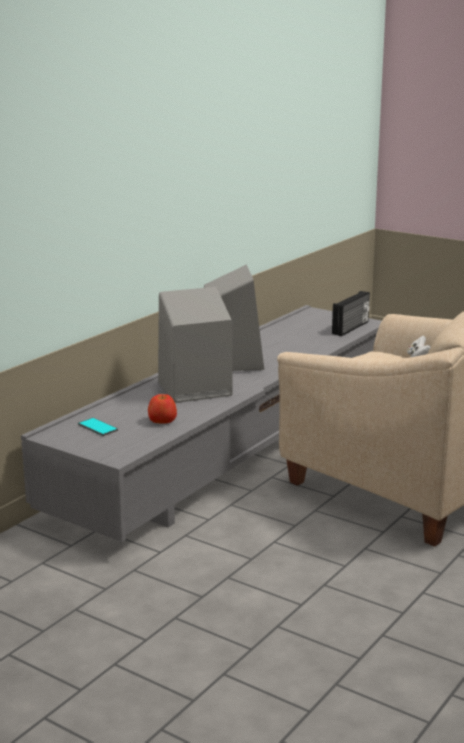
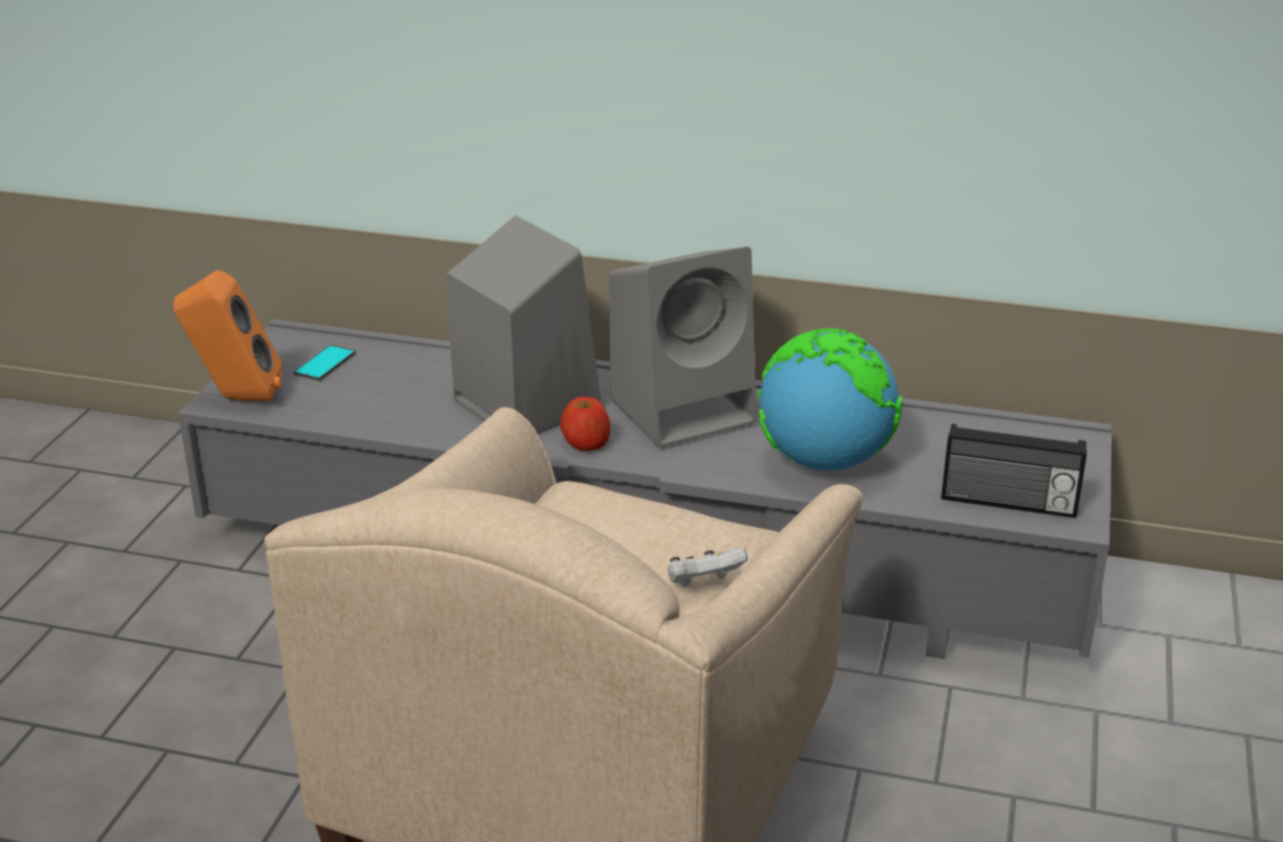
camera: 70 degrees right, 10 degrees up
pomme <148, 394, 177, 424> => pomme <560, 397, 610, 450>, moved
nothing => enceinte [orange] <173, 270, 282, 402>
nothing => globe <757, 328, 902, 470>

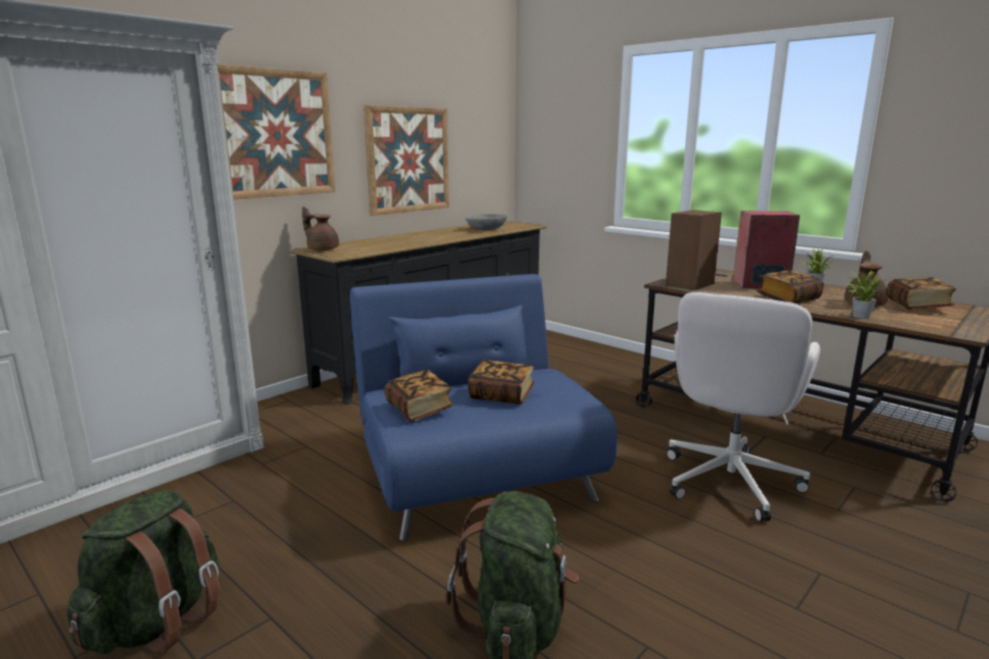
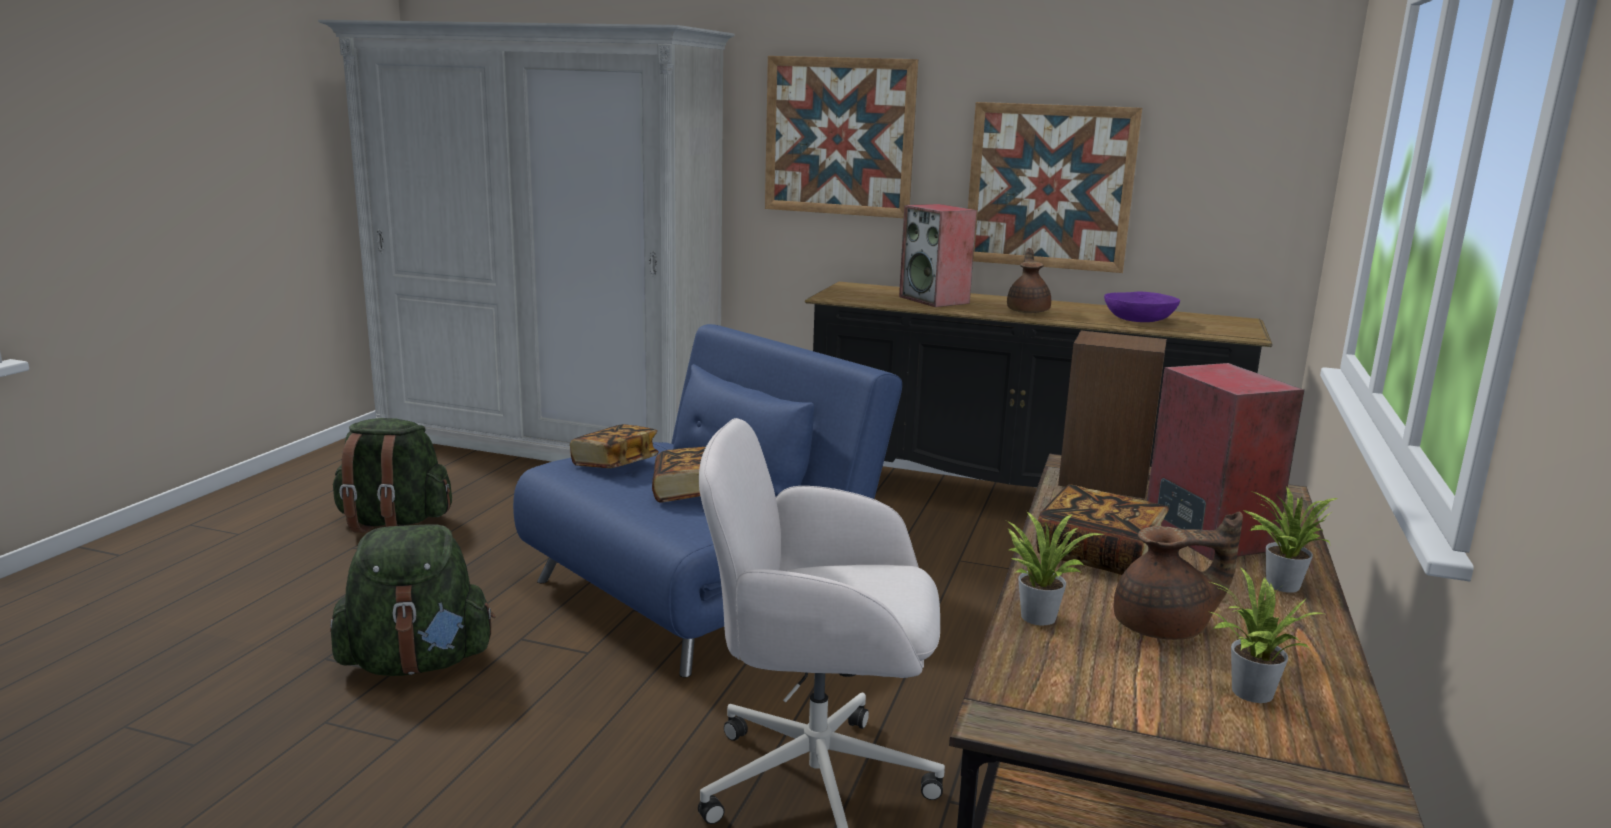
camera: 65 degrees right, 0 degrees up
théière [marron] <302, 206, 339, 251> => théière [marron] <1007, 248, 1051, 313>, moved
bol [gris] <466, 214, 507, 230> => bol [violet] <1104, 291, 1180, 322>
livre <887, 277, 956, 310> => plante en pot <1210, 567, 1324, 703>
nothing => enceinte <899, 204, 977, 307>

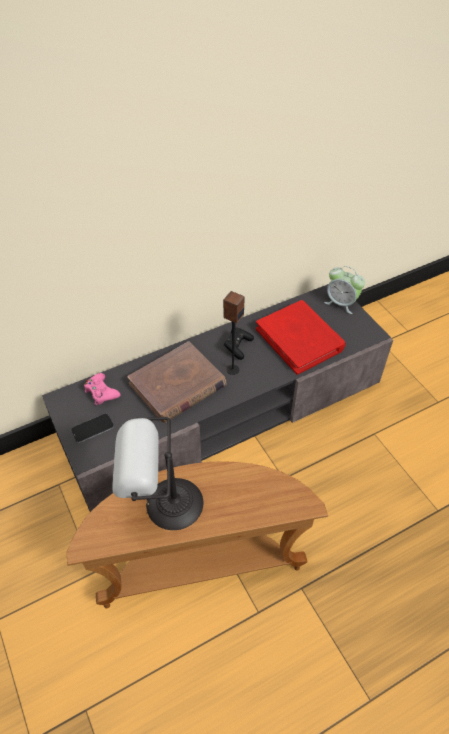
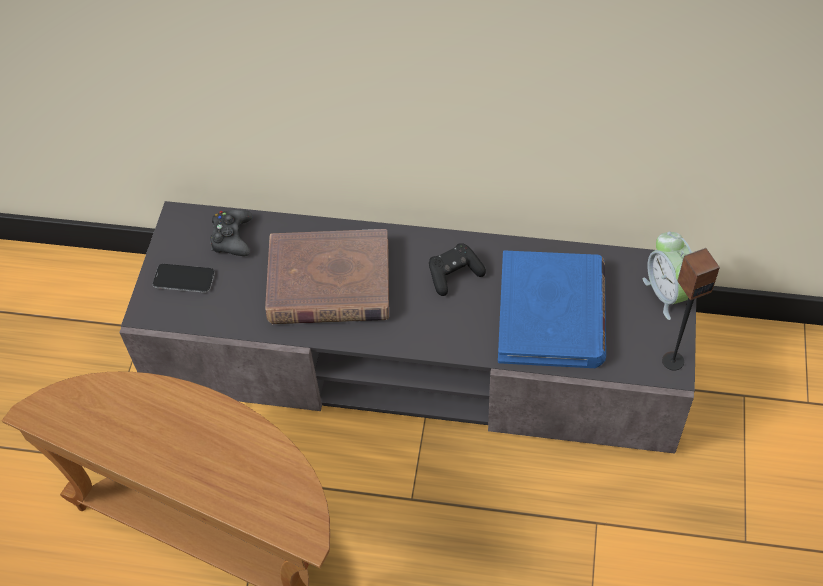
camera: 40 degrees right, 5 degrees up
enceinte <223, 291, 245, 375> => enceinte <662, 248, 720, 370>, moved
livre [rouge] <256, 300, 346, 375> => livre [bleu] <498, 251, 606, 368>
manette [rose] <84, 373, 121, 405> => manette [noir] <210, 210, 252, 256>
lampe de table <112, 417, 203, 530> => nothing

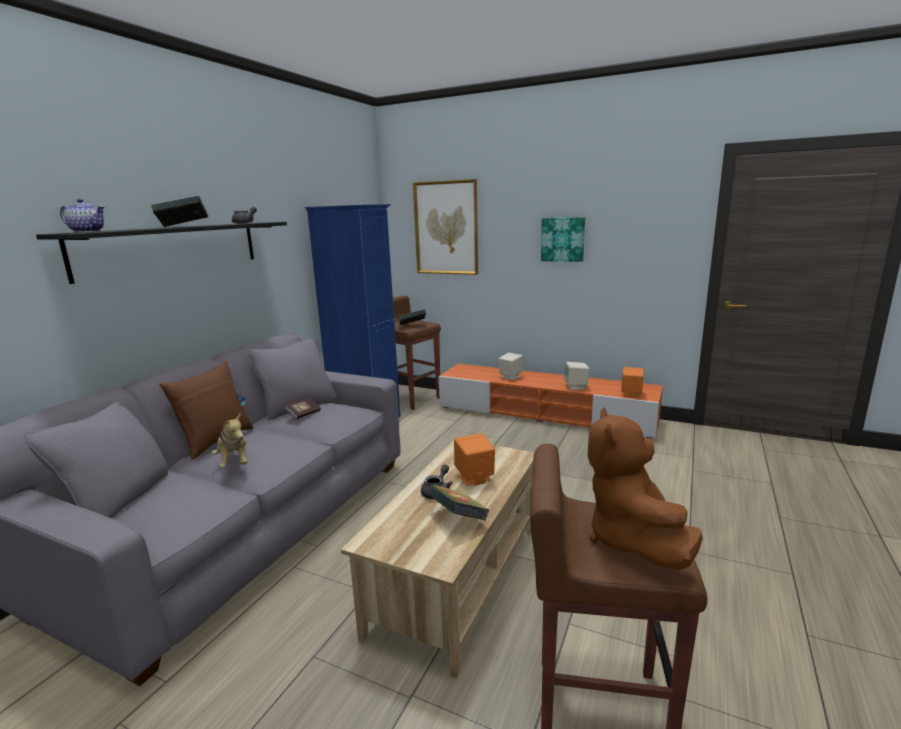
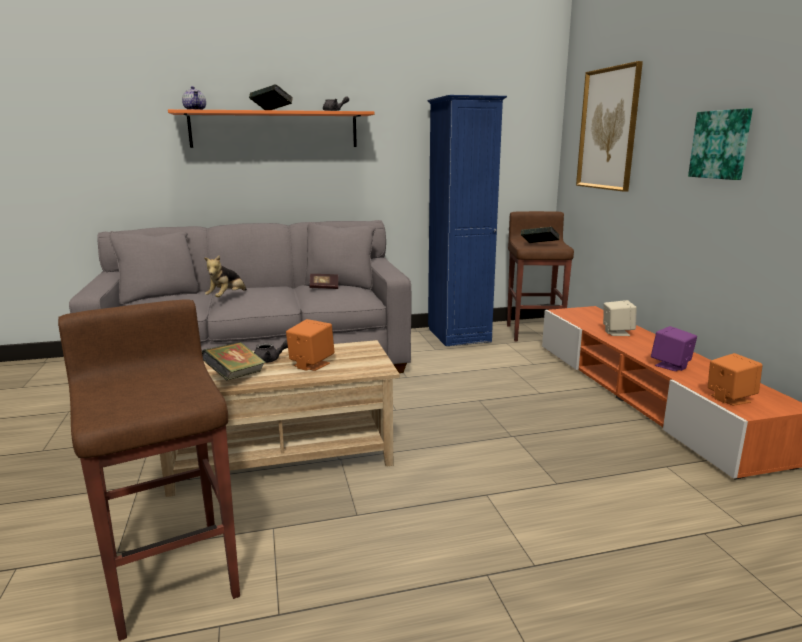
camera: 50 degrees right, 0 degrees up
étagère [noir] <36, 222, 287, 284> => étagère [orange] <168, 109, 375, 148>
coussin [marron] <160, 361, 254, 460> => nothing
enceinte [beige] <564, 362, 590, 390> => enceinte [violet] <651, 326, 697, 371>
peluche [marron] <587, 407, 703, 570> => nothing

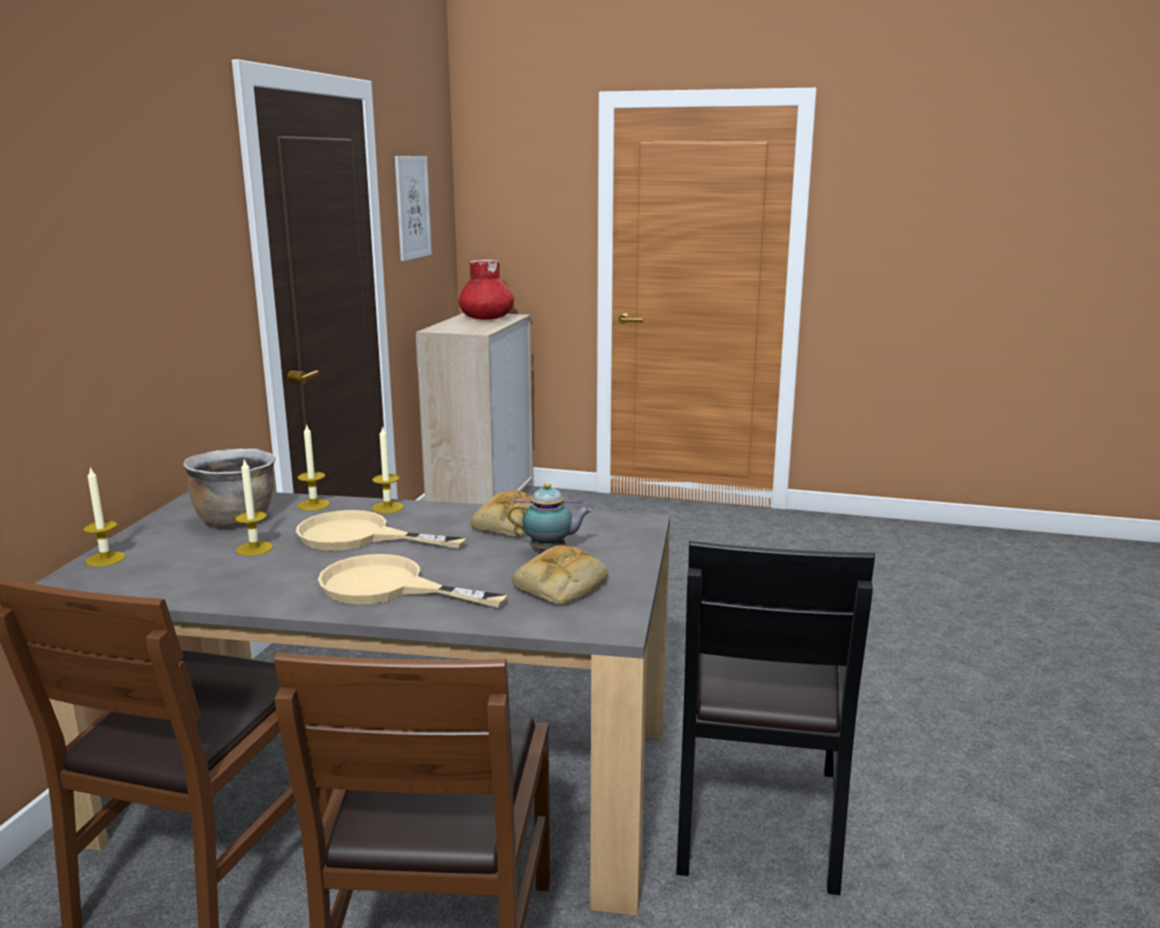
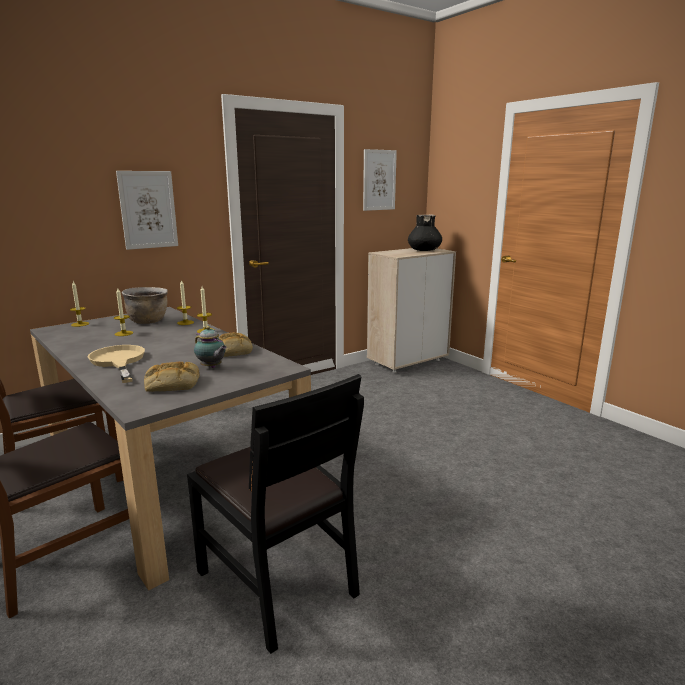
camera: 40 degrees right, 0 degrees up
vase [rouge] <458, 260, 514, 320> => vase [noir] <408, 215, 442, 251>
poêle [beige] <296, 510, 466, 551> => nothing
chaise [noir] <676, 540, 875, 895> => chaise [noir] <187, 374, 364, 654>, 90 degrees counterclockwise
nothing => tableau <116, 171, 178, 250>

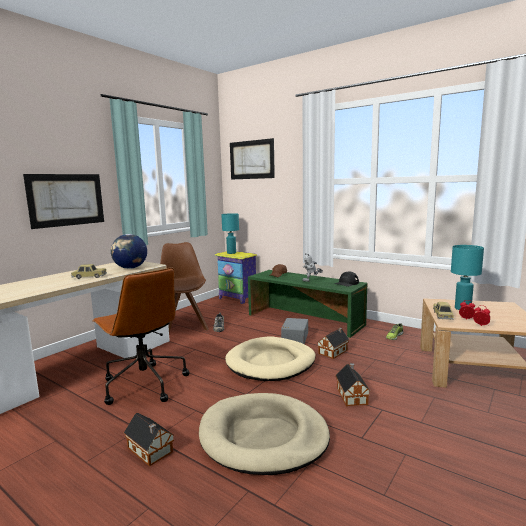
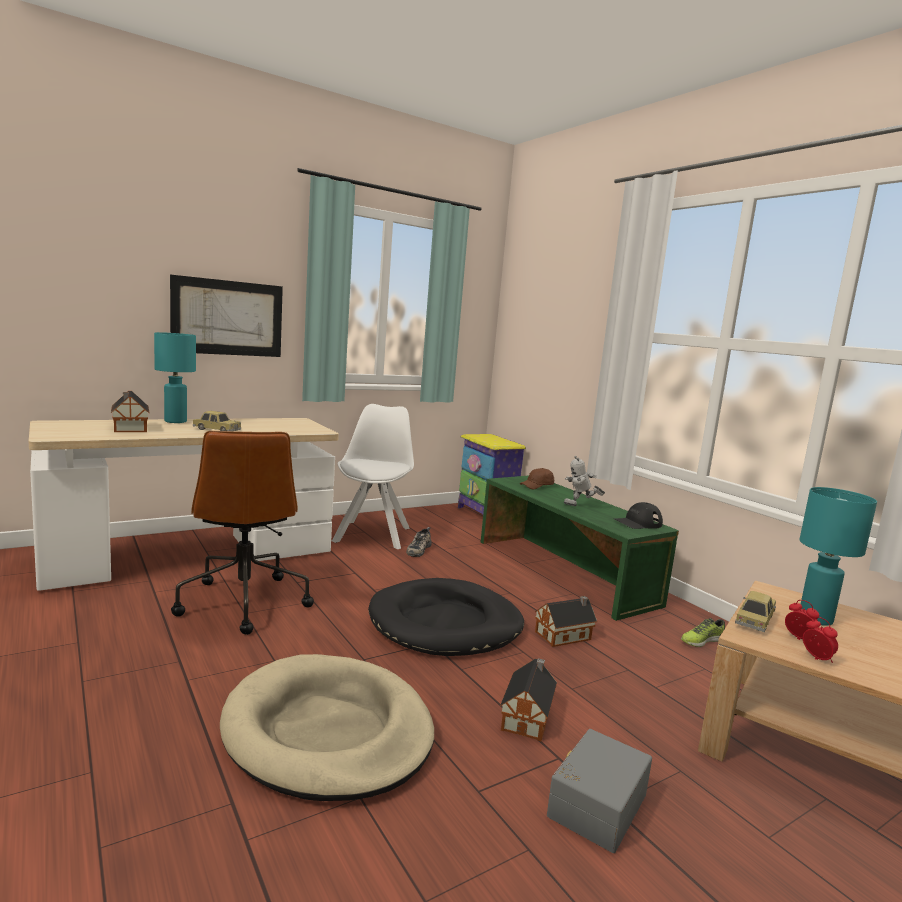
camera: 20 degrees right, 0 degrees up
tableau <230, 138, 275, 180> => nothing
lampe de table [turquoise] <221, 213, 239, 254> => lampe de table [turquoise] <154, 332, 196, 423>, moved
globe <111, 234, 147, 269> => nothing
chaise [marron] <160, 242, 209, 333> => chaise [blanc] <332, 404, 414, 549>
boîte de rangement [gris] <281, 318, 308, 344> => boîte de rangement [gris] <547, 729, 652, 853>, moved
panier pour chien [beige] <225, 336, 316, 381> => panier pour chien [noir] <368, 578, 524, 656>
maison miniature <124, 413, 175, 466> => maison miniature <111, 391, 150, 432>, moved

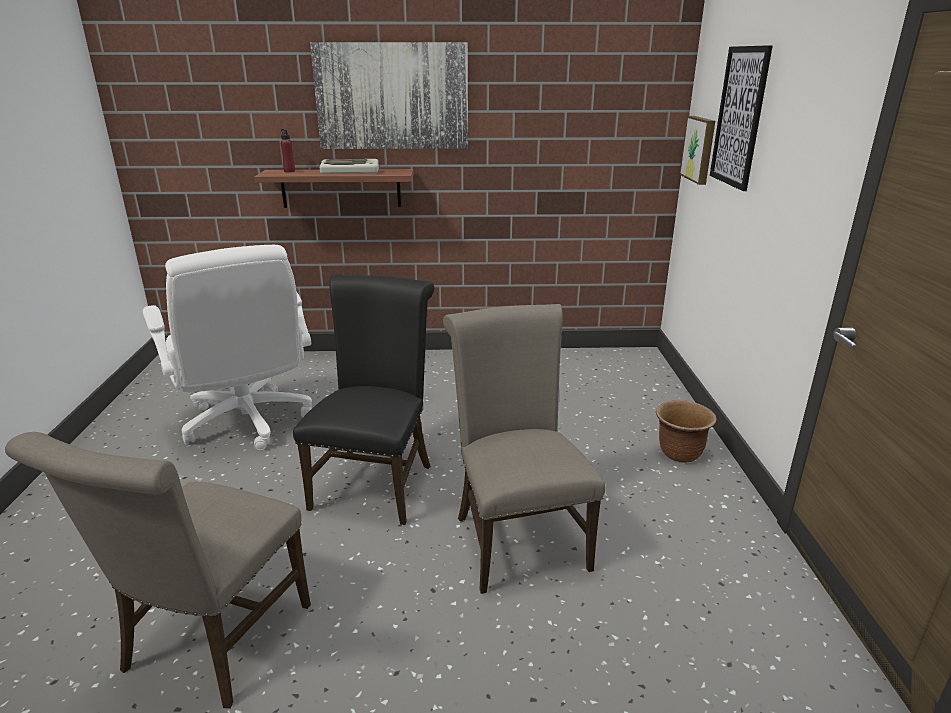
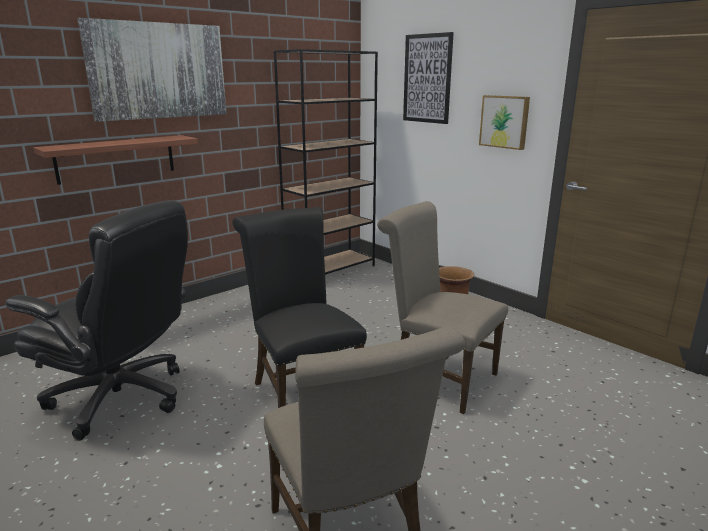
camera: 40 degrees left, 5 degrees down
tableau <679, 116, 715, 185> => tableau <479, 95, 530, 150>, moved
bouteille [rouge] <280, 129, 295, 173> => nothing
clavier <320, 159, 379, 174> => nothing
chaise de bureau [blanc] <143, 245, 312, 451> => chaise de bureau [noir] <5, 200, 188, 441>
nothing => bibliothèque [beige] <274, 49, 378, 275>

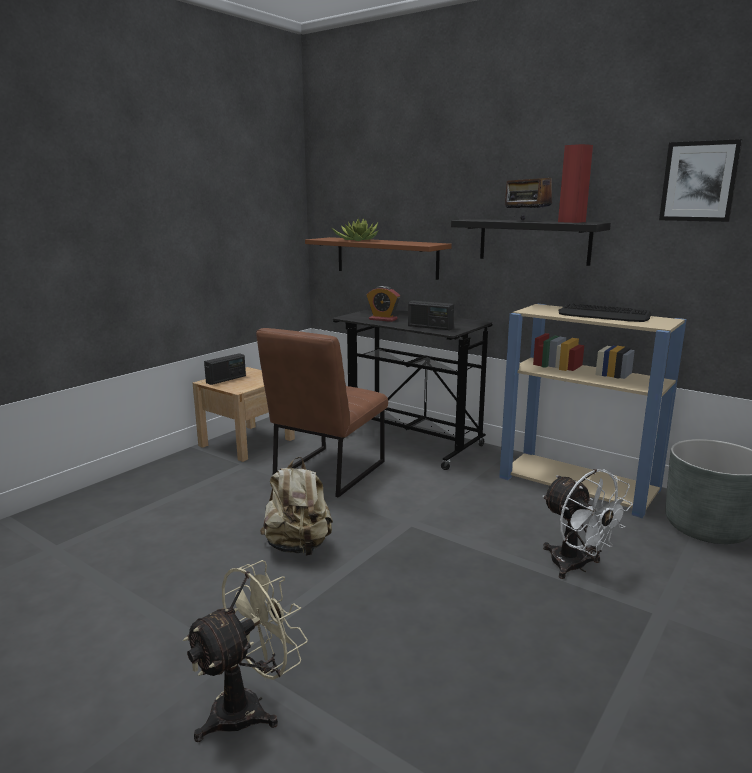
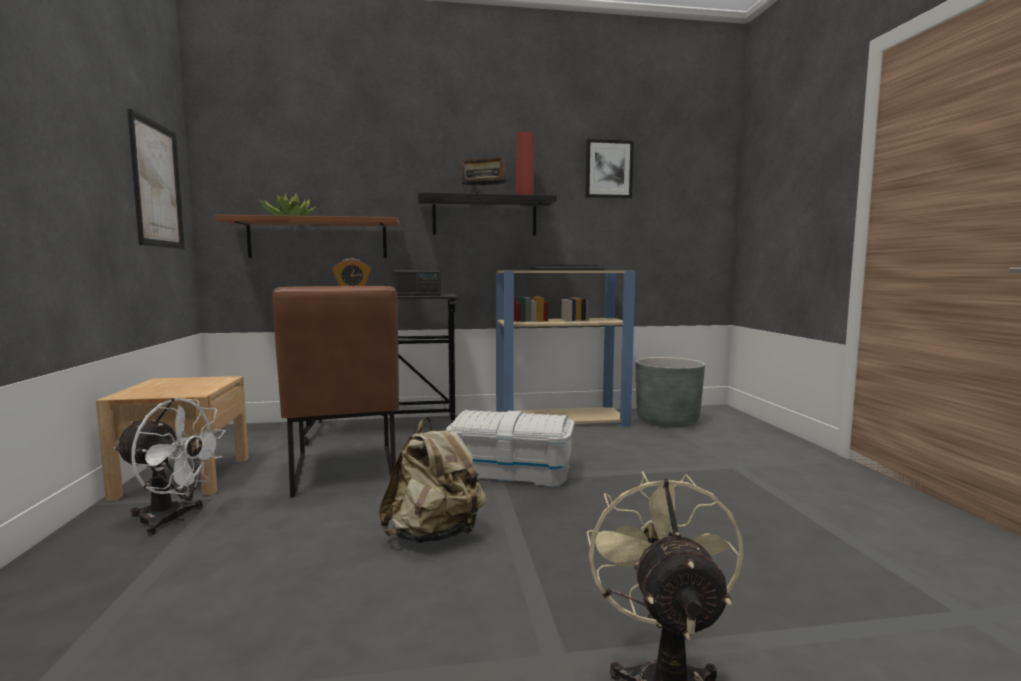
camera: 45 degrees left, 10 degrees down
radio <204, 353, 246, 385> => nothing
ventilateur [blanc] <542, 469, 633, 579> => ventilateur [blanc] <114, 398, 226, 536>, moved
nothing => tableau <127, 108, 185, 249>
nothing => boîte de rangement [blanc] <446, 410, 575, 487>

